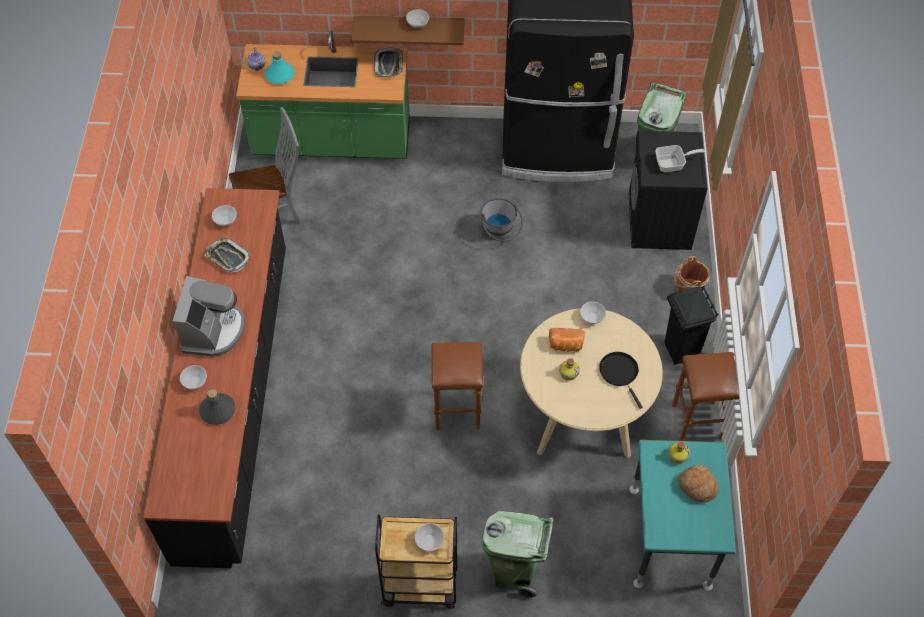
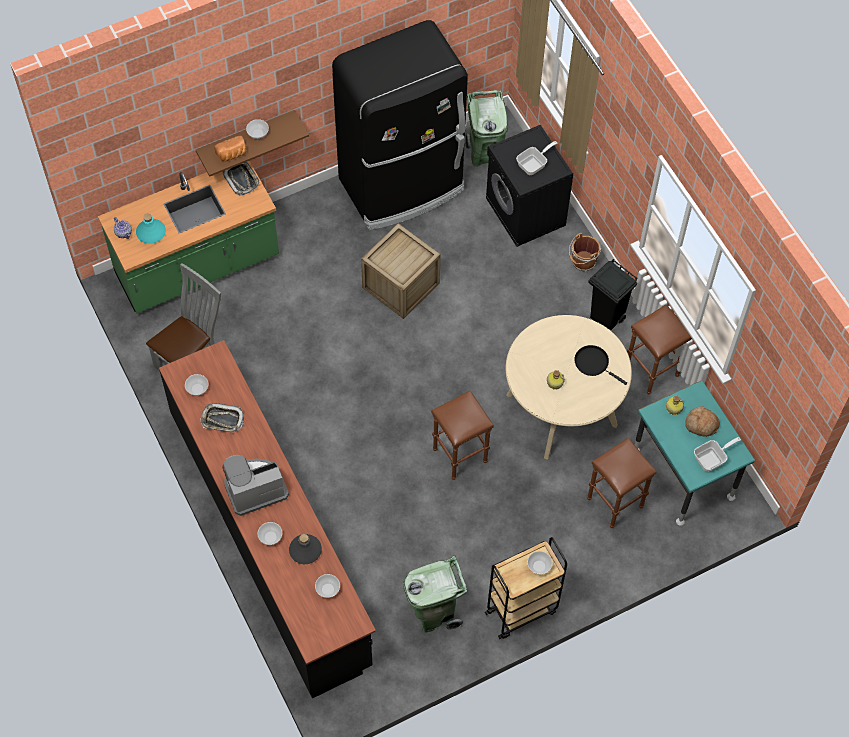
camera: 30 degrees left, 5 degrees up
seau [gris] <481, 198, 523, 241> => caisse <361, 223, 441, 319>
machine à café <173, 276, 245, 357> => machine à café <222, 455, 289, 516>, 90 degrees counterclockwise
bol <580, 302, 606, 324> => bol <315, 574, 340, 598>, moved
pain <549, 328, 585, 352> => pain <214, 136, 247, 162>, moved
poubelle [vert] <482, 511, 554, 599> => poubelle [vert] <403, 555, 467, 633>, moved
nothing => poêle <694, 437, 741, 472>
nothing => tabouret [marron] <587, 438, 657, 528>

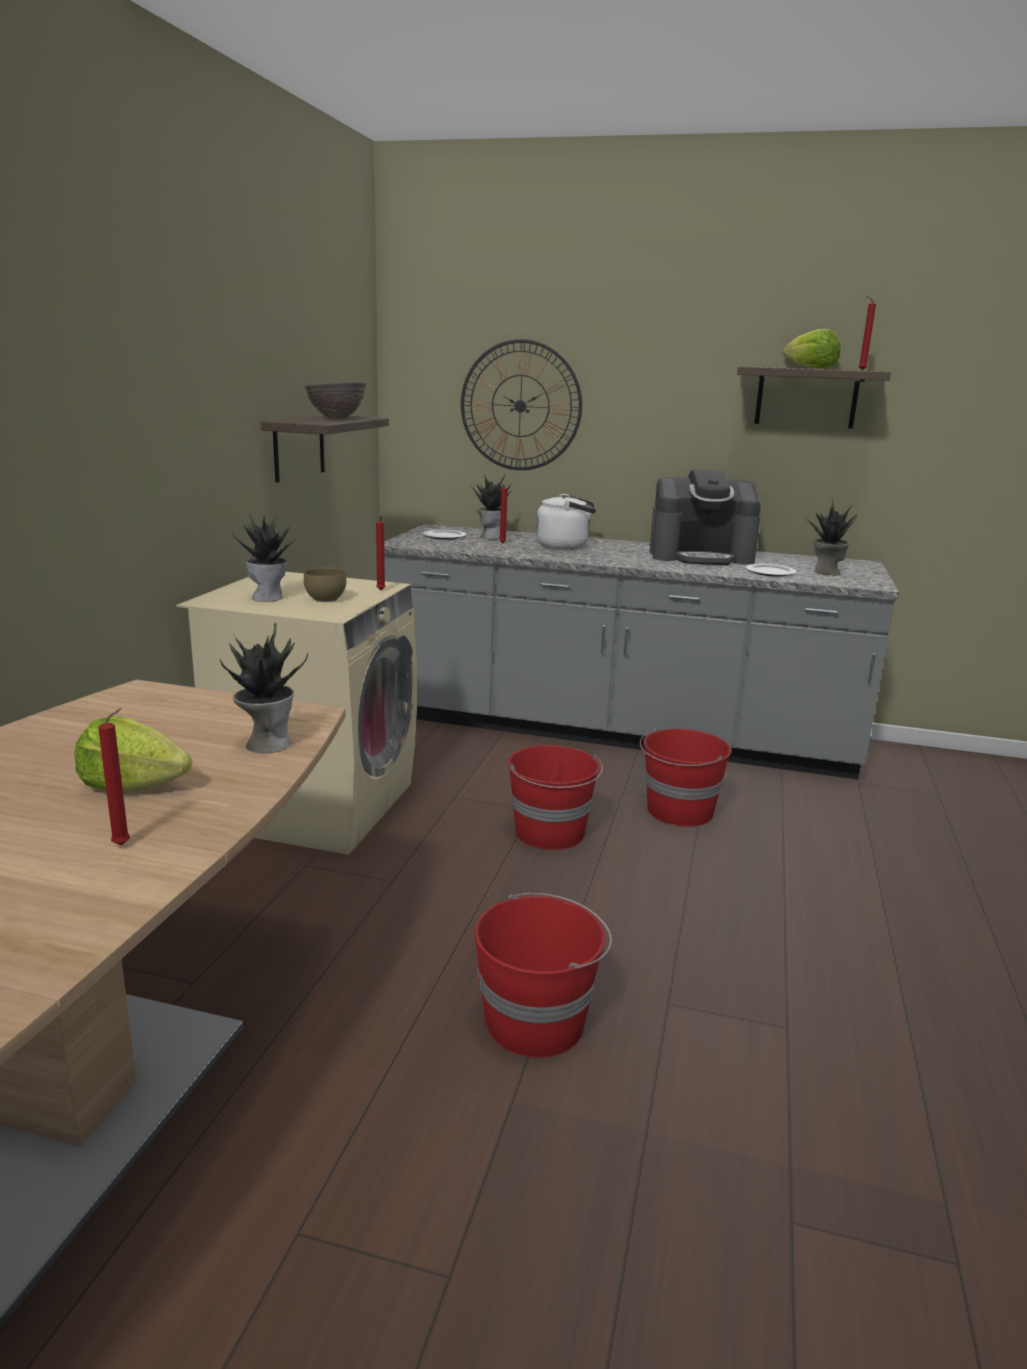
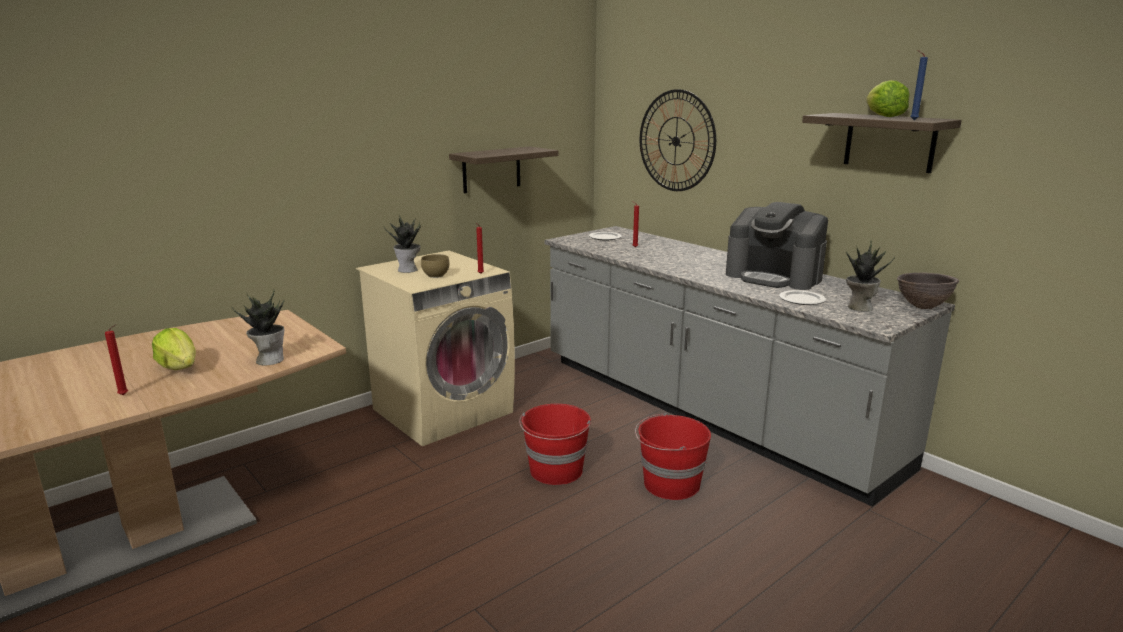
camera: 35 degrees right, 0 degrees up
bougie [rouge] <859, 296, 876, 370> => bougie [bleu] <910, 50, 928, 120>
bol [marron] <305, 382, 366, 419> => bol [marron] <897, 273, 959, 309>, moved
plante en pot <471, 474, 513, 539> => nothing
bouilloire [blanc] <536, 494, 596, 550> => nothing
seau [rouge] <475, 893, 612, 1058> => nothing

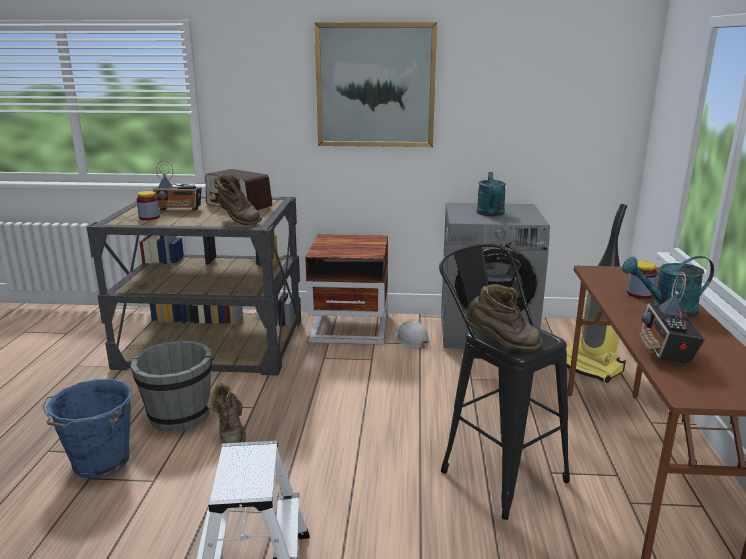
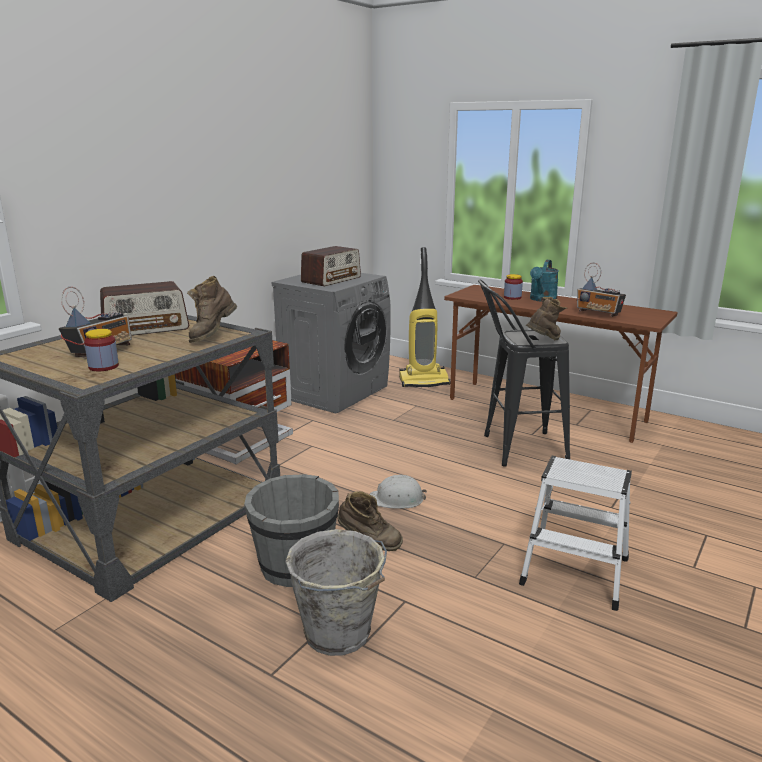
camera: 60 degrees left, 0 degrees up
tableau <314, 22, 437, 147> => nothing
arrosoir [turquoise] <477, 172, 506, 216> => radio <301, 246, 361, 286>
botte [marron] <218, 174, 262, 226> => botte [marron] <187, 276, 237, 343>, 135 degrees clockwise
casque de chantier [blanc] <393, 321, 430, 348> => casque de chantier [blanc] <369, 475, 427, 509>, moved
seau [bleu] <42, 379, 132, 479> => seau [gris] <285, 529, 387, 656>

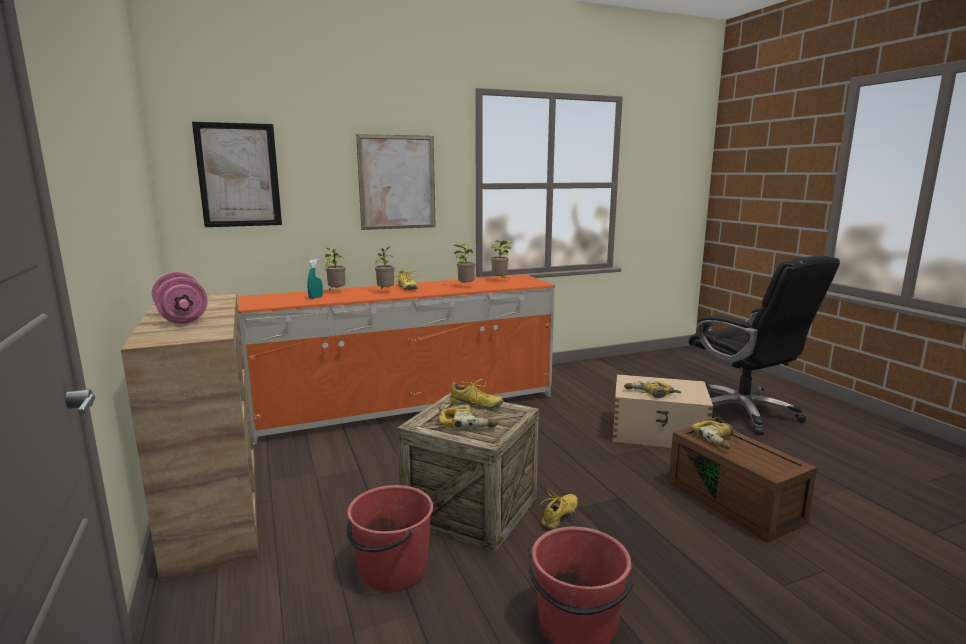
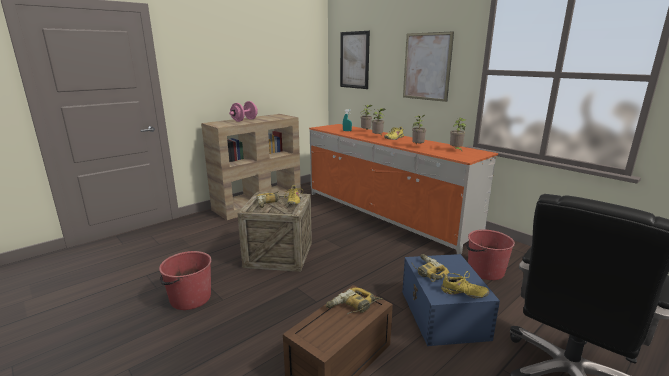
camera: 70 degrees right, 5 degrees up
boîte de rangement [beige] <613, 374, 713, 448> => boîte de rangement [bleu] <402, 254, 500, 346>
seau [rouge] <347, 485, 433, 591> => seau [rouge] <466, 229, 515, 280>, moved
chaussure [jaune] <541, 489, 578, 529> => chaussure [jaune] <441, 271, 489, 298>, moved

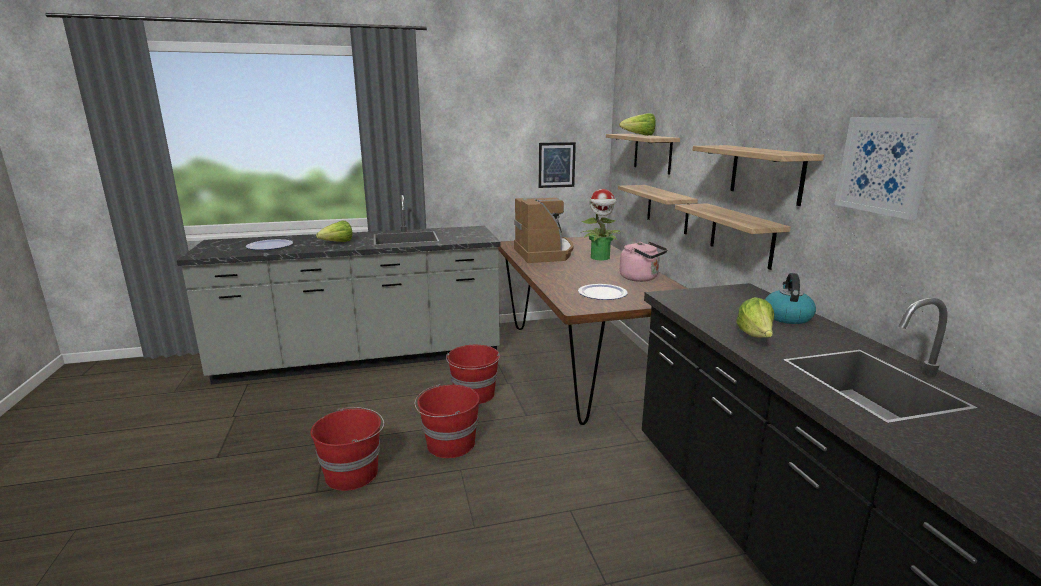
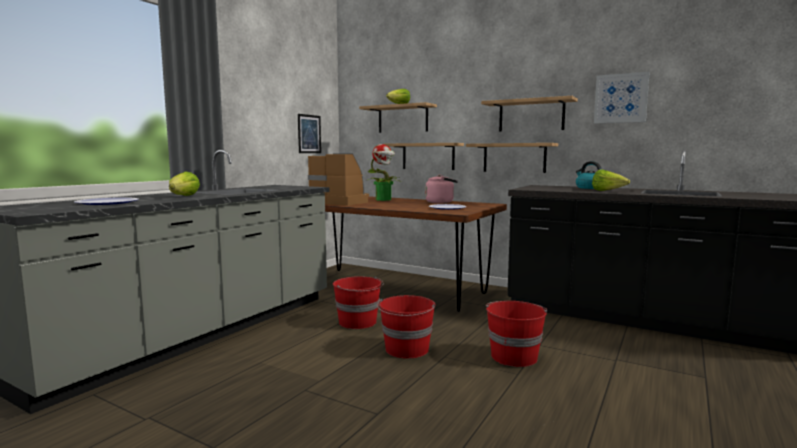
camera: 45 degrees left, 10 degrees down
seau [rouge] <311, 407, 384, 491> => seau [rouge] <486, 301, 547, 367>, moved

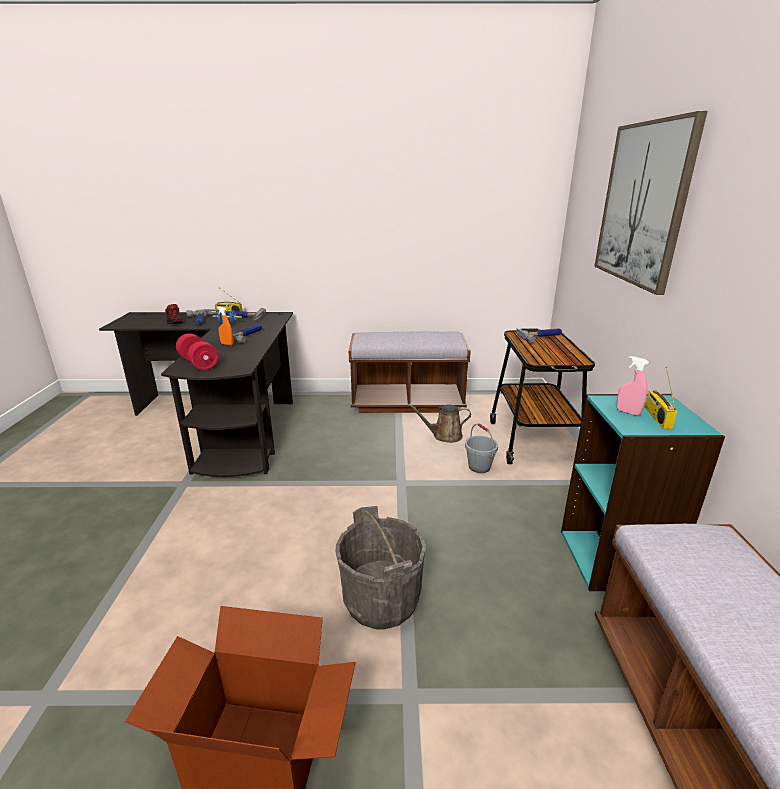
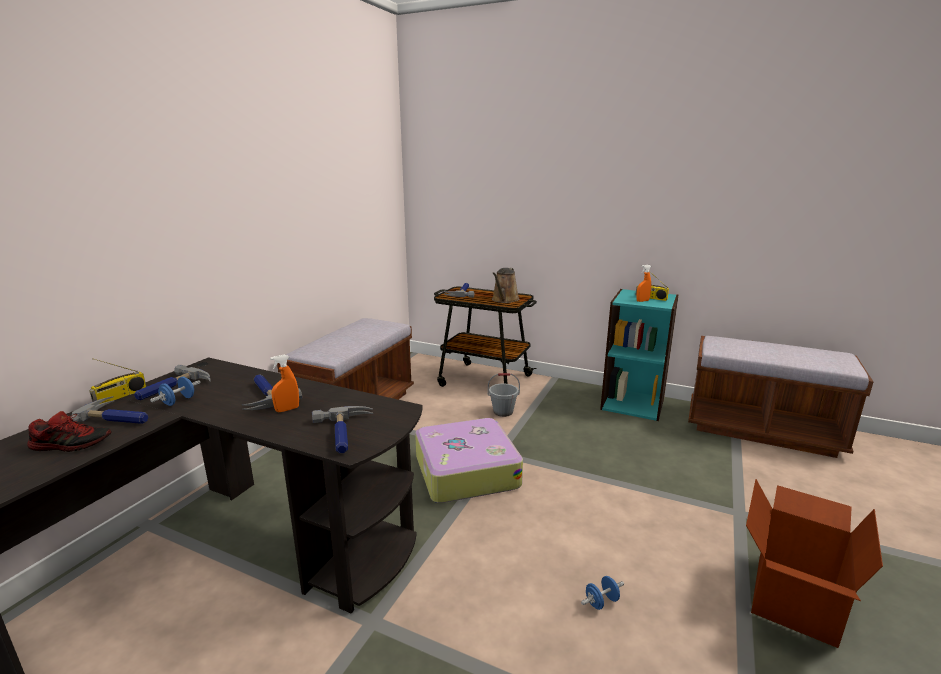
camera: 65 degrees left, 5 degrees down
tableau <594, 111, 707, 295> => nothing
haltère [rouge] <176, 333, 219, 370> => marteau <312, 406, 373, 453>
vaporisateur [rose] <616, 356, 649, 416> => vaporisateur [orange] <636, 265, 651, 302>
arrosoir [marron] <408, 404, 471, 443> => arrosoir [marron] <492, 268, 519, 303>, moved
seau [gris] <336, 506, 426, 630> => nothing
nothing => valise <415, 418, 523, 503>
nothing => haltère [bleu] <581, 576, 624, 610>

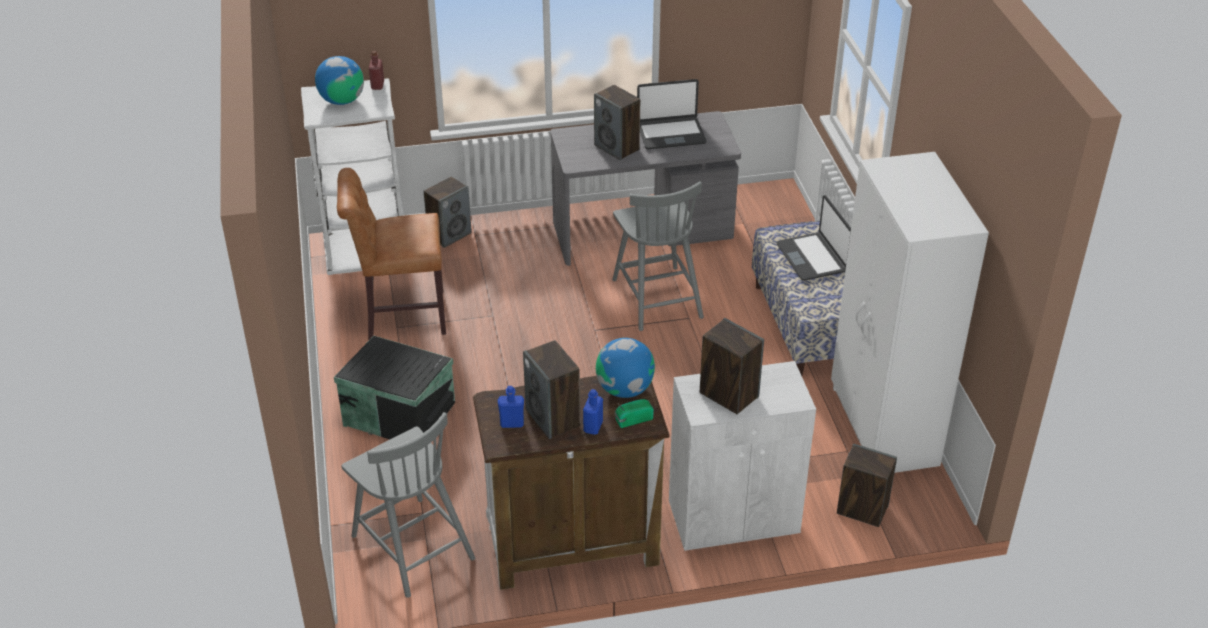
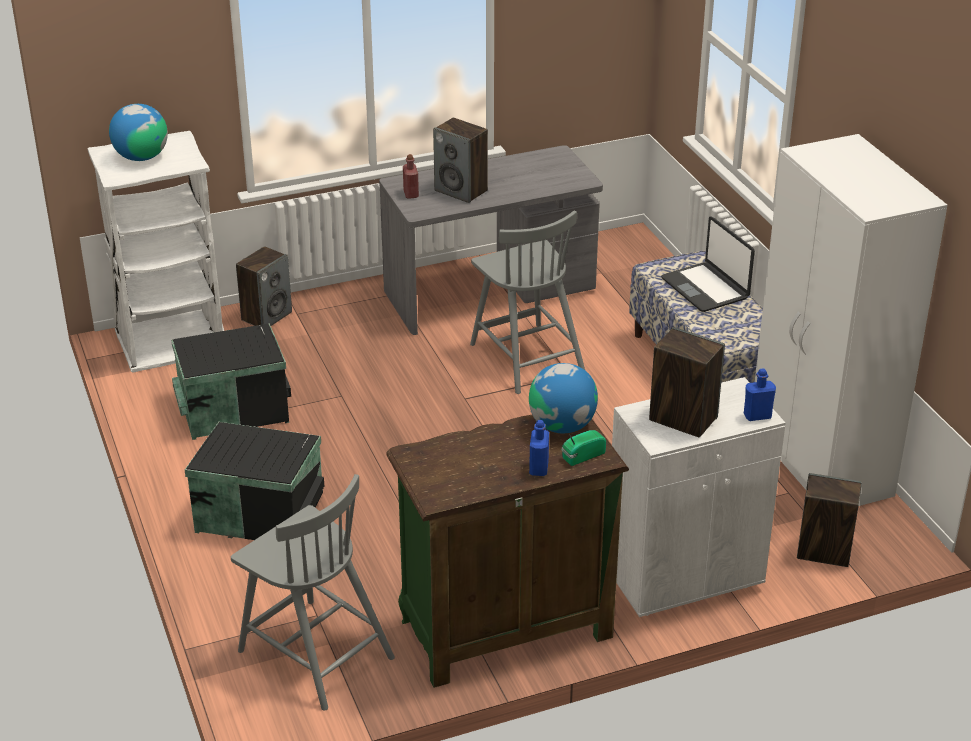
camera: 10 degrees left, 5 degrees down
bouteille [rouge] <369, 51, 384, 90> => bouteille [rouge] <403, 154, 419, 199>, moved
ordinateur portable <637, 79, 707, 149> => nothing
chaise [marron] <337, 168, 446, 340> => boîte de rangement [noir] <171, 323, 291, 440>
enceinte <523, 340, 580, 439> => nothing
commode [blanc] <473, 376, 670, 590> => commode [vert] <387, 415, 629, 688>
bouteille [bleu] <498, 386, 524, 428> => bouteille [bleu] <744, 369, 776, 421>, moved

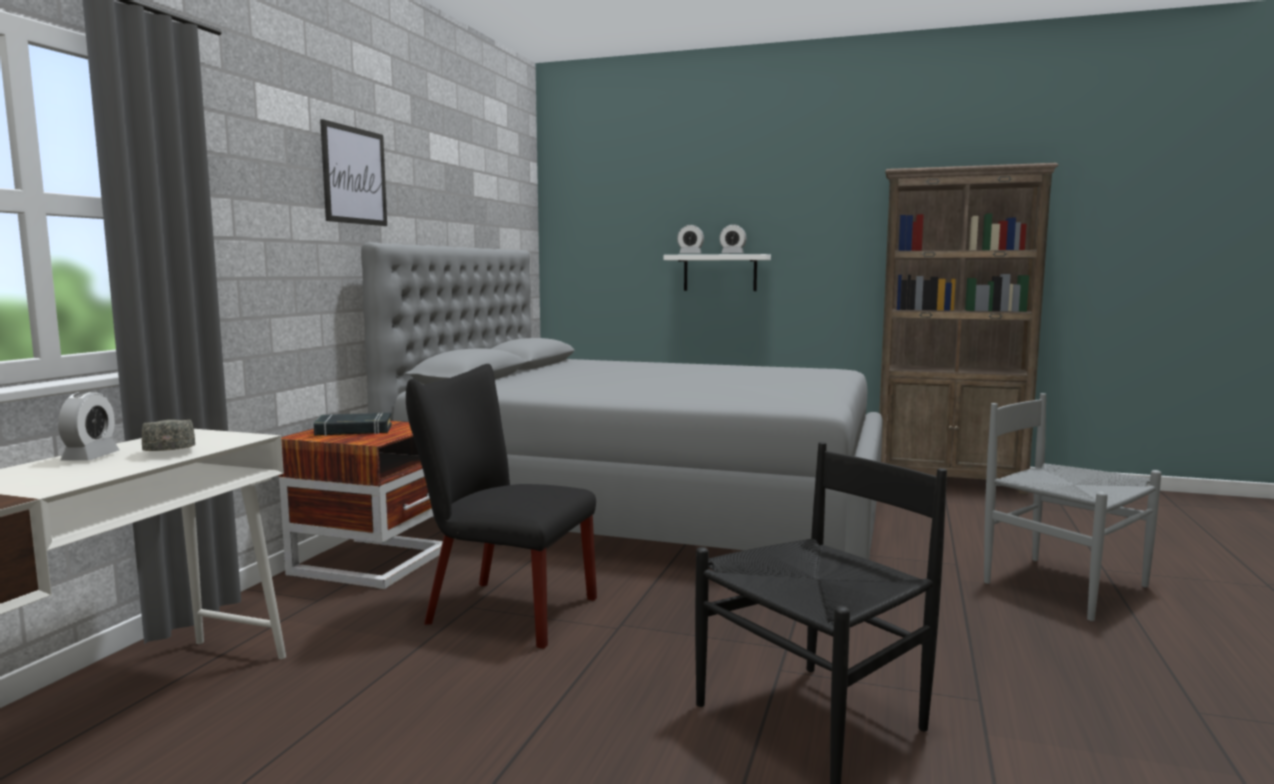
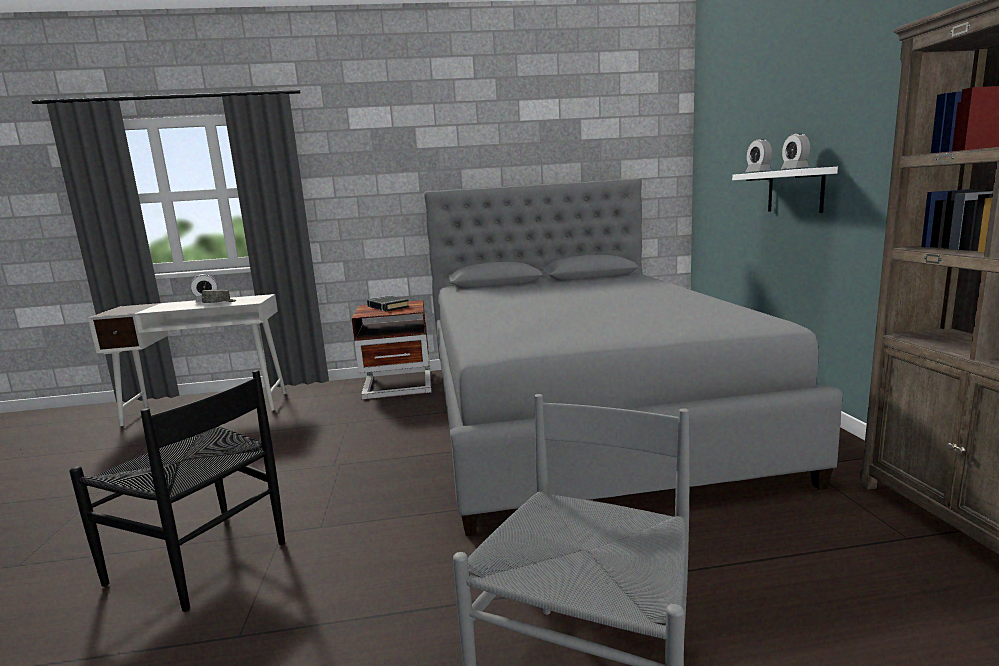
camera: 65 degrees right, 5 degrees up
tableau <320, 119, 387, 226> => nothing
chaise [noir] <406, 364, 597, 649> => nothing

